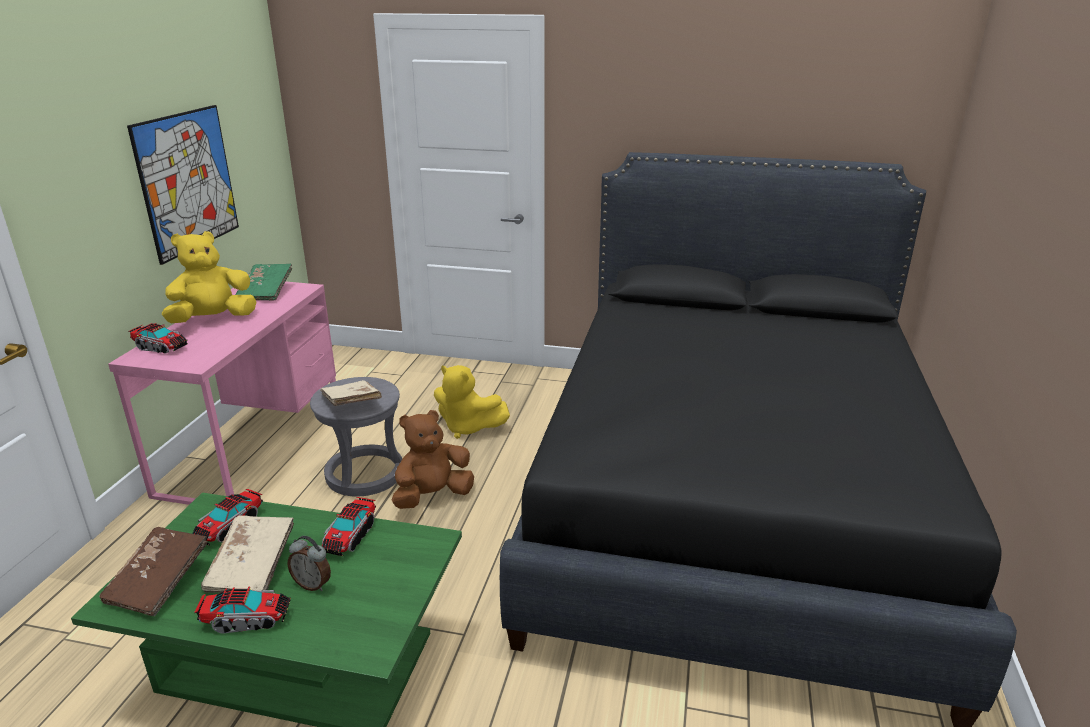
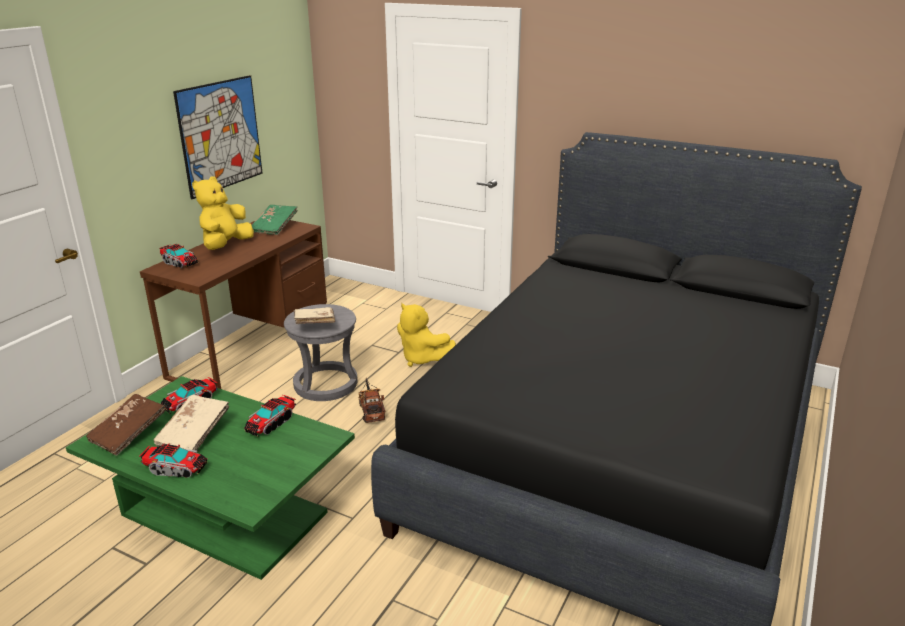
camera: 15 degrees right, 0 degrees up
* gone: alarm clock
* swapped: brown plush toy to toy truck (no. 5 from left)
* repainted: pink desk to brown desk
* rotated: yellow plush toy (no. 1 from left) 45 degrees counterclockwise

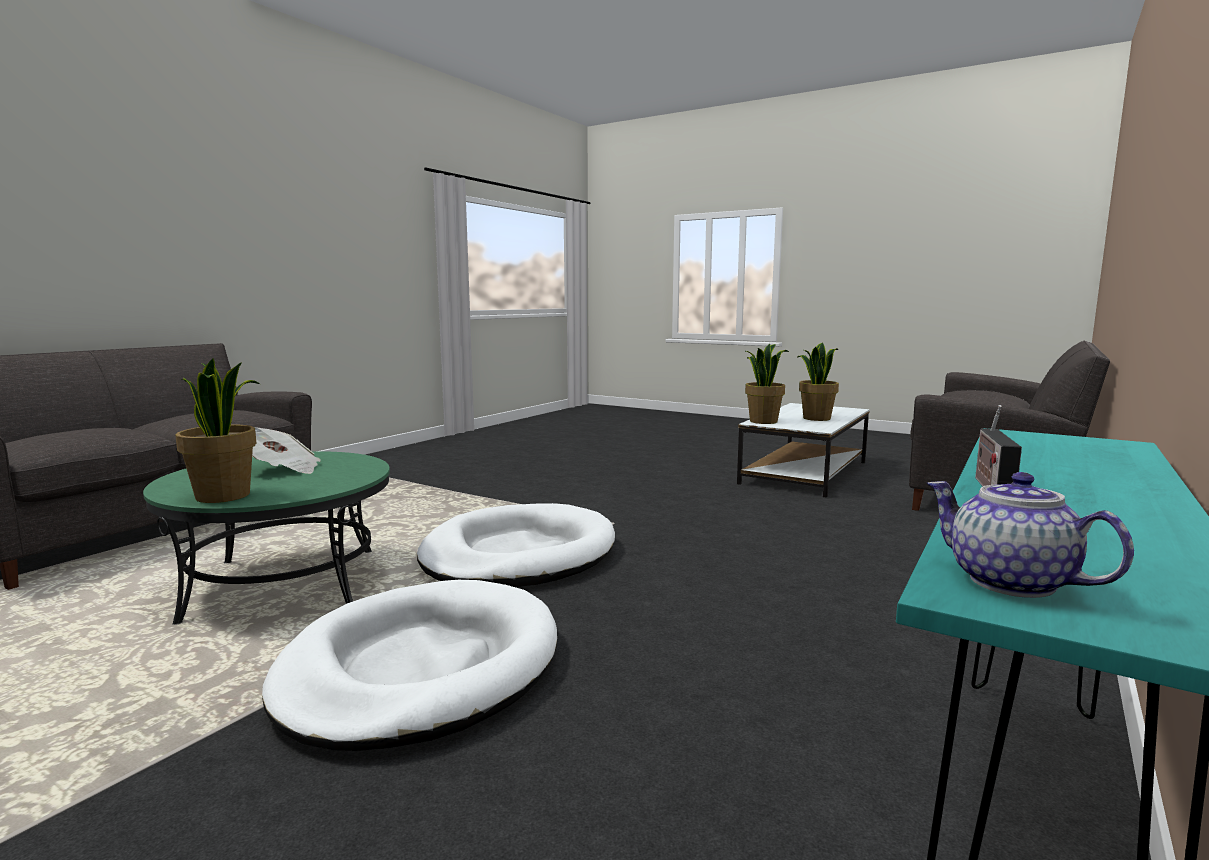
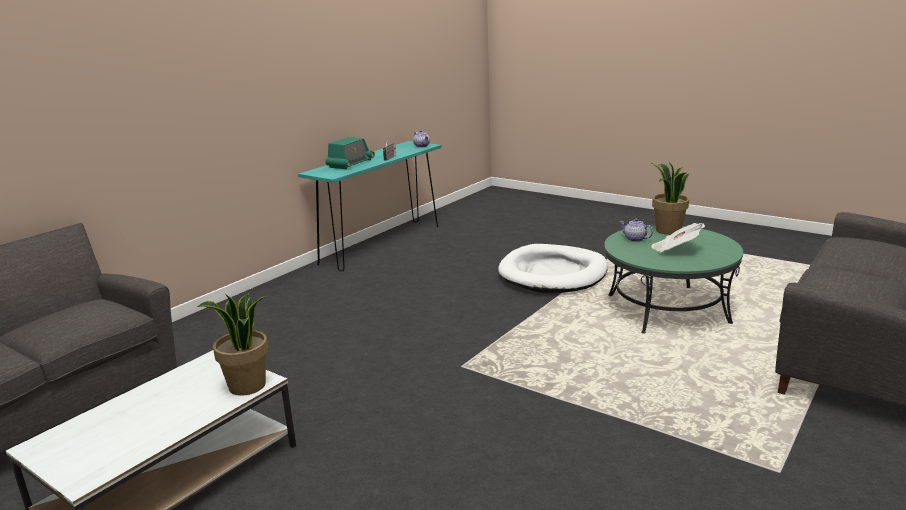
camera: 175 degrees left, 10 degrees up
* gone: white dog bed (no. 2 from left)
* gone: potted plant (no. 3 from left)
* new: radio (no. 1 from left)
* new: teapot (no. 2 from left)

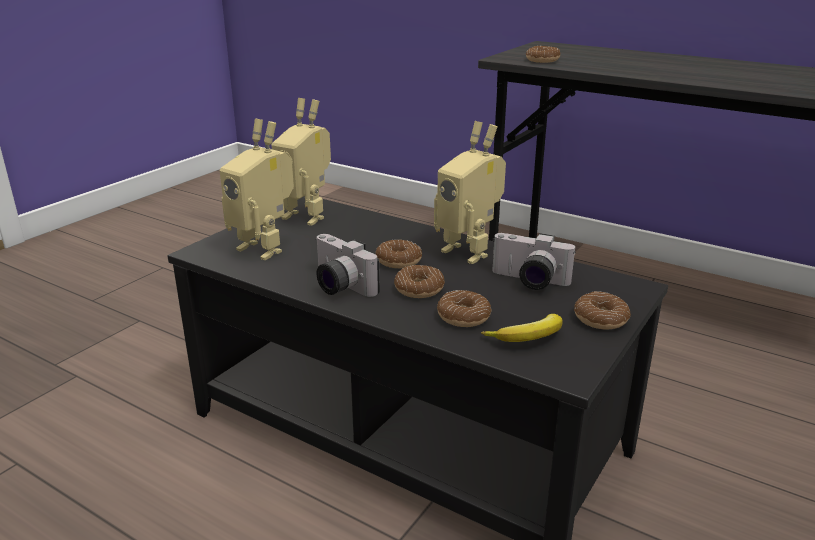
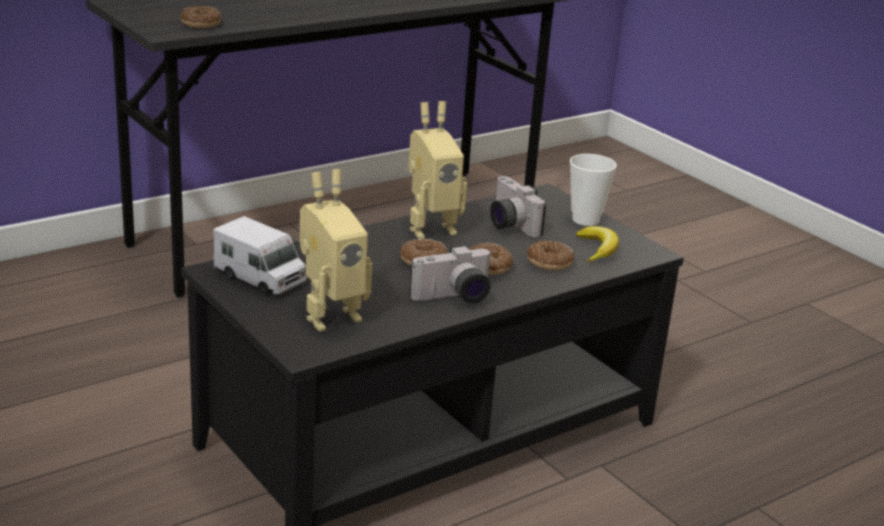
camera: 70 degrees left, 0 degrees up
* swapped: toy robot (no. 2 from left) to toy truck
* swapped: donut (no. 5 from left) to cup
* rotated: photo camera (no. 2 from left) 105 degrees clockwise

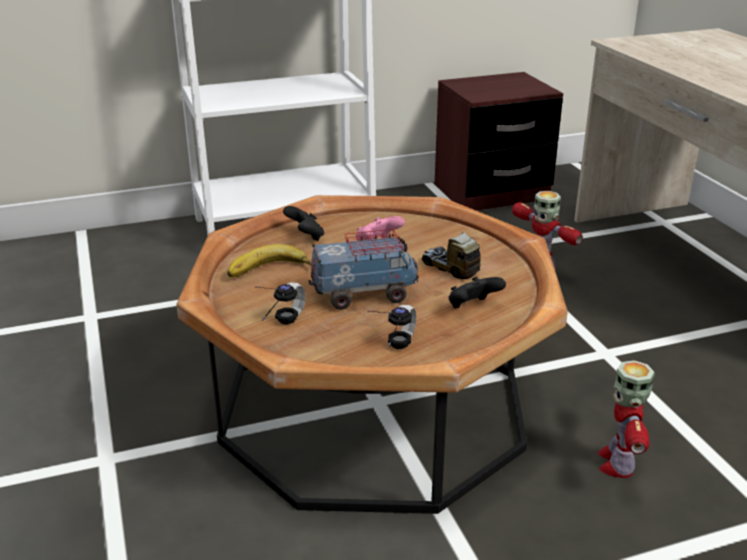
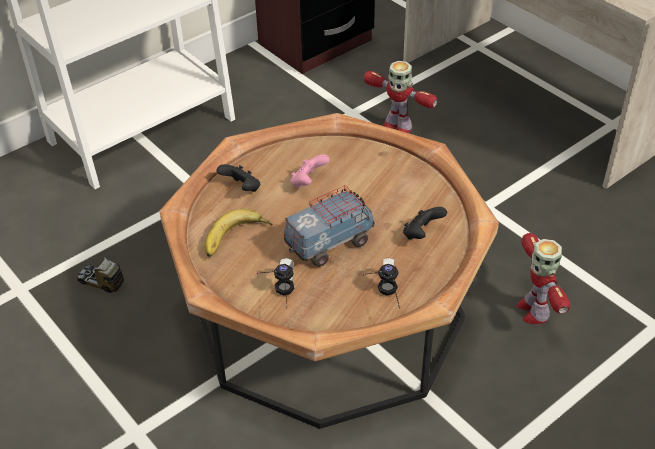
camera: 20 degrees left, 15 degrees up
* shifted: toy truck (no. 2 from left in the first image) to toy truck (no. 1 from left)

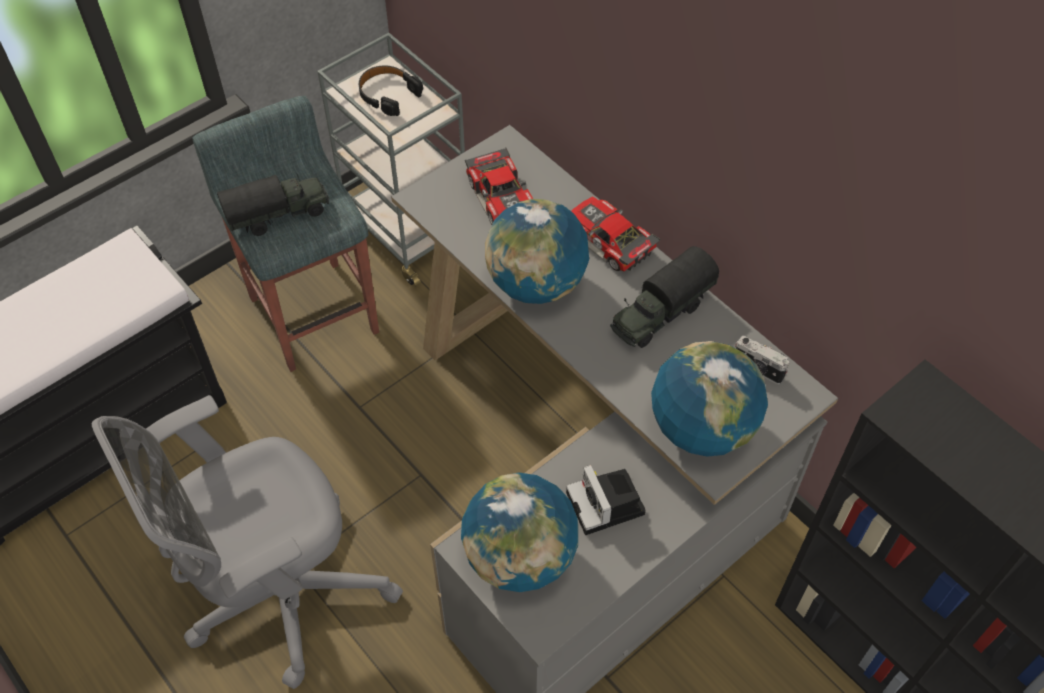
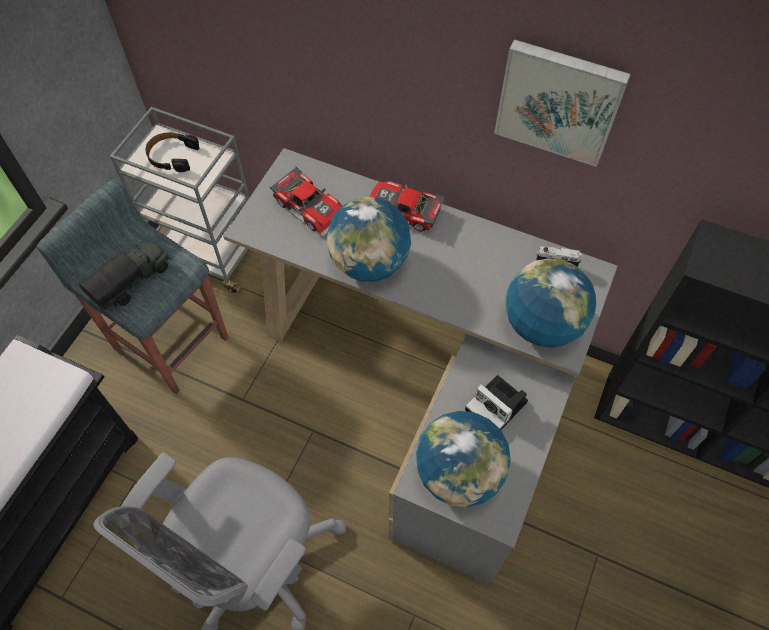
camera: 25 degrees left, 5 degrees up
* gone: toy truck (no. 2 from left)
* new: picture

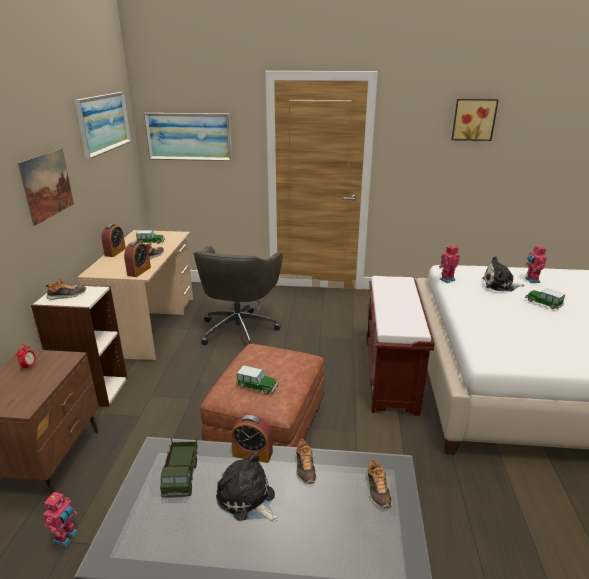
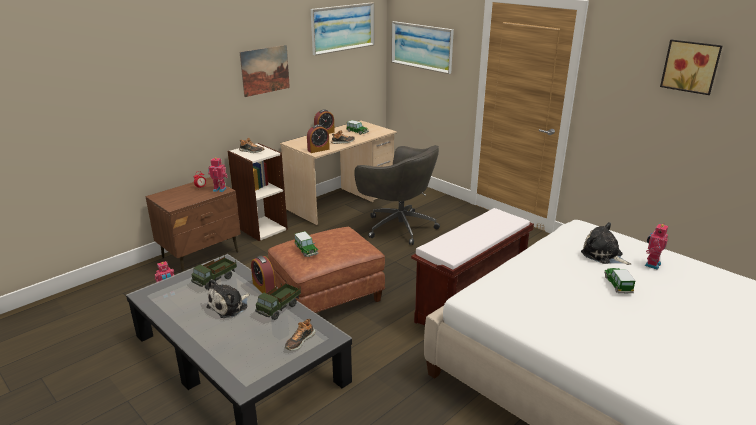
camera: 40 degrees right, 0 degrees up
* shifted: toy robot (no. 2 from left)
* swapped: shoe (no. 3 from left) to toy truck (no. 2 from left)
* rotated: grey office chair 105 degrees counterclockwise
* rotated: plush toy (no. 1 from left) 135 degrees counterclockwise

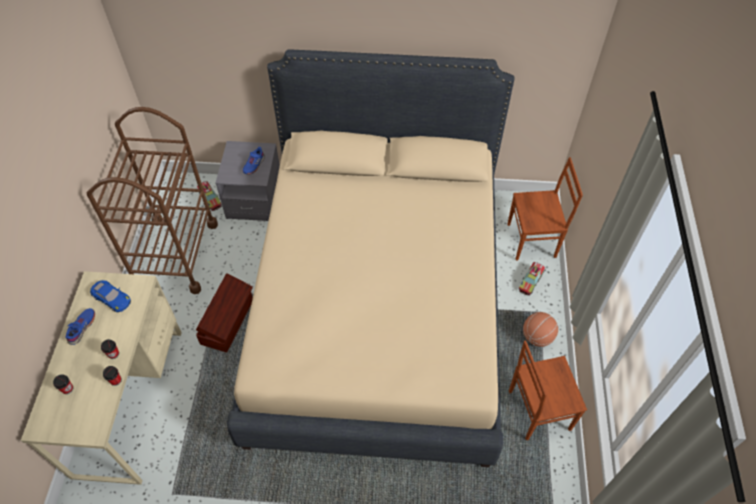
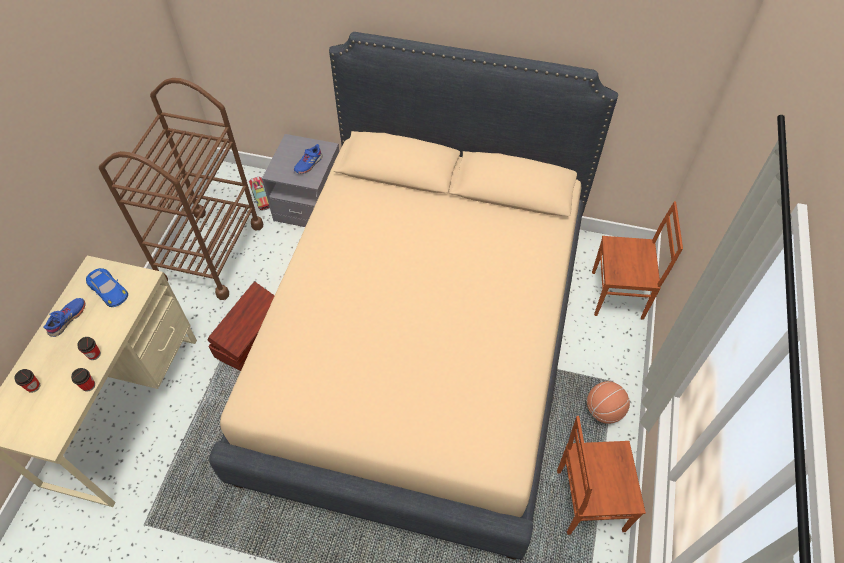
camera: 10 degrees right, 0 degrees up
* gone: toy truck (no. 2 from left)

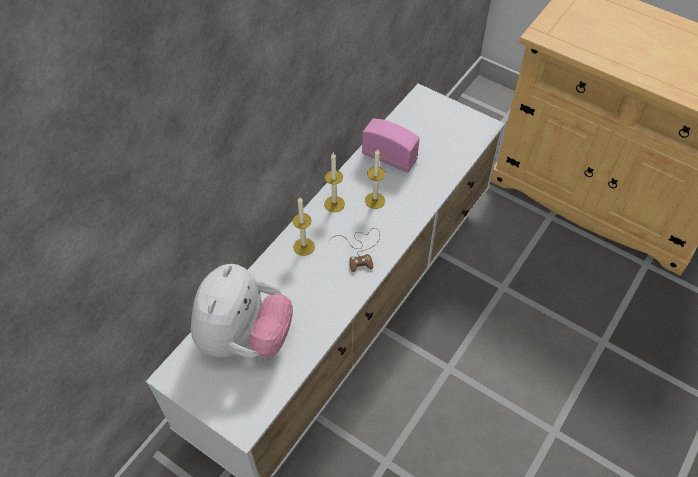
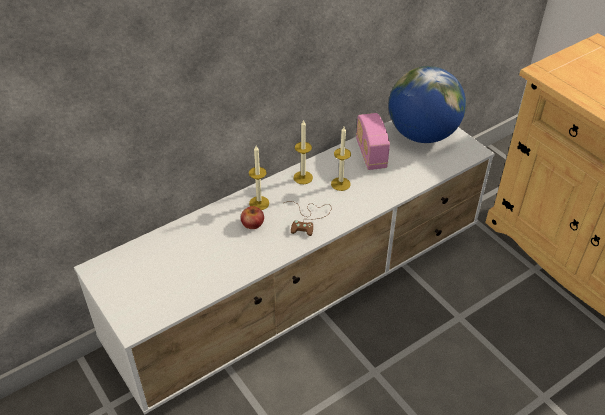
camera: 20 degrees right, 10 degrees down
* gone: plush toy
* new: apple
* new: globe
* rotated: radio 150 degrees counterclockwise

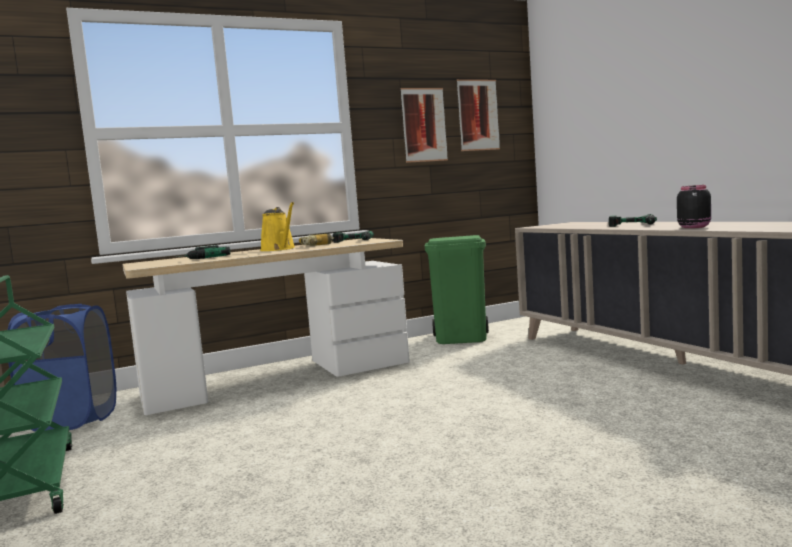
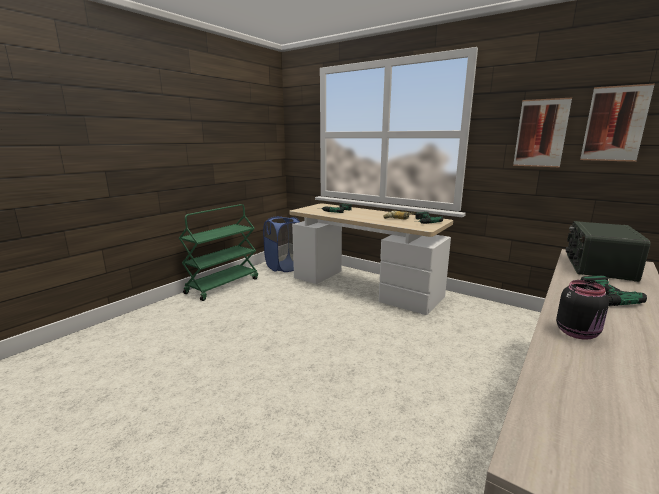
camera: 60 degrees right, 10 degrees up
* gone: yellow watering can
* gone: green trash can
* new: radio

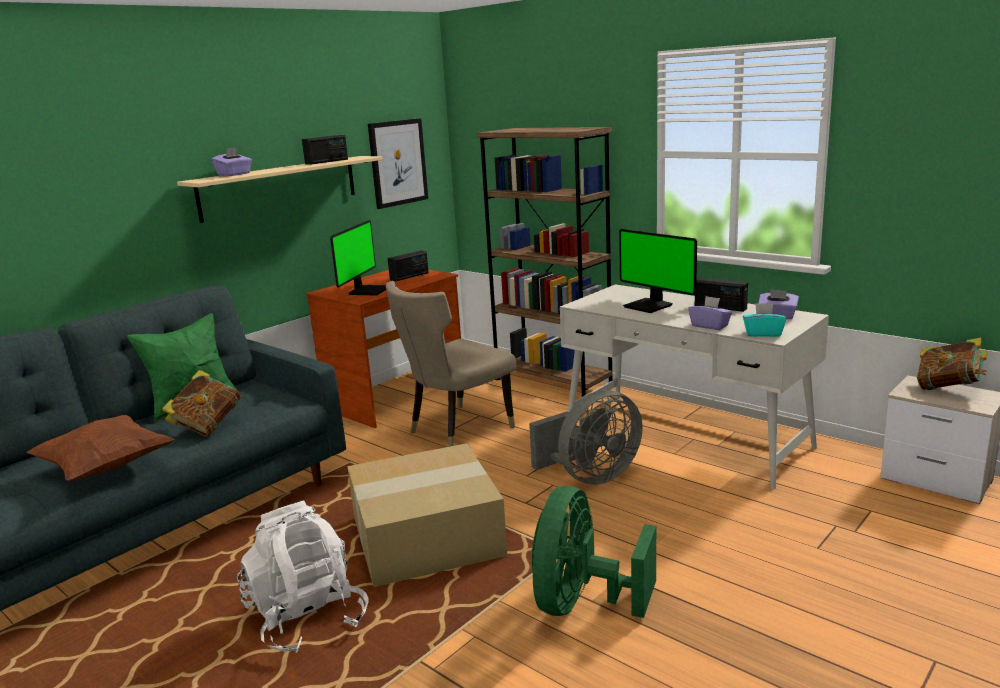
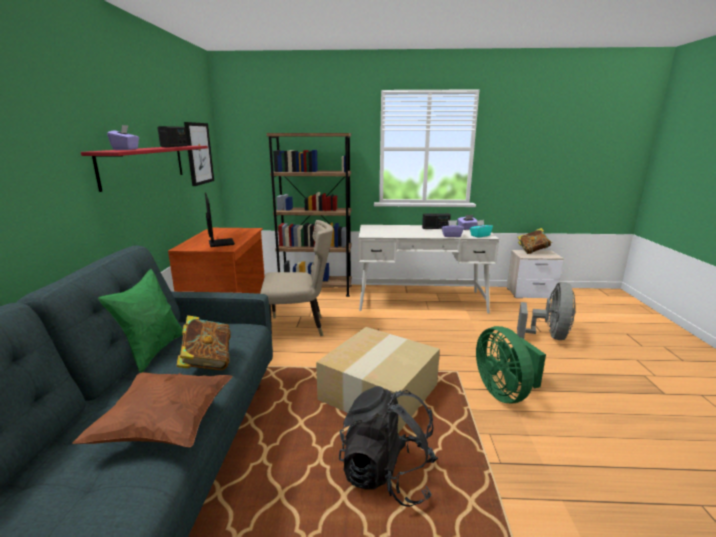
camera: 40 degrees left, 0 degrees up
* gone: radio (no. 2 from left)
* gone: monitor (no. 2 from left)
* shifted: grey fan
* repainted: beige shelf to red shelf
* repainted: white backpack to black backpack
* rotated: beige chair 105 degrees counterclockwise

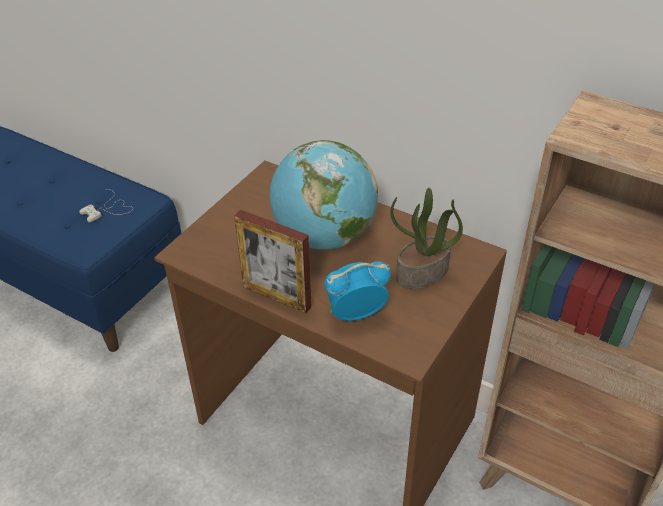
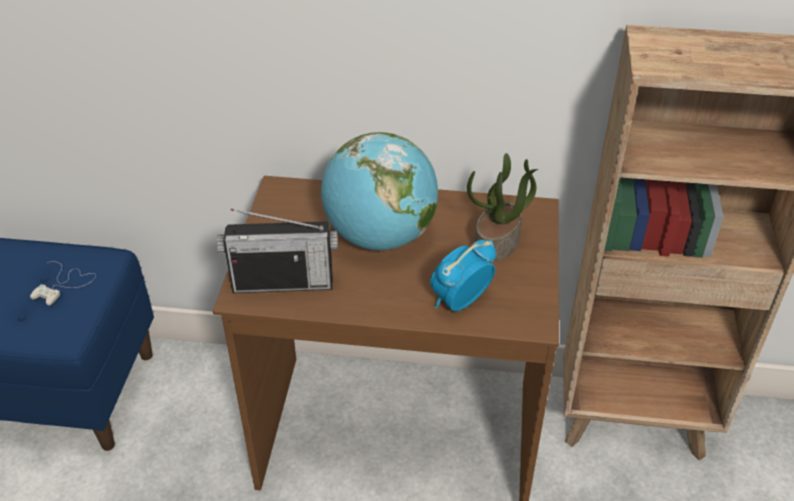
camera: 25 degrees left, 0 degrees up
* gone: picture frame
* new: radio

